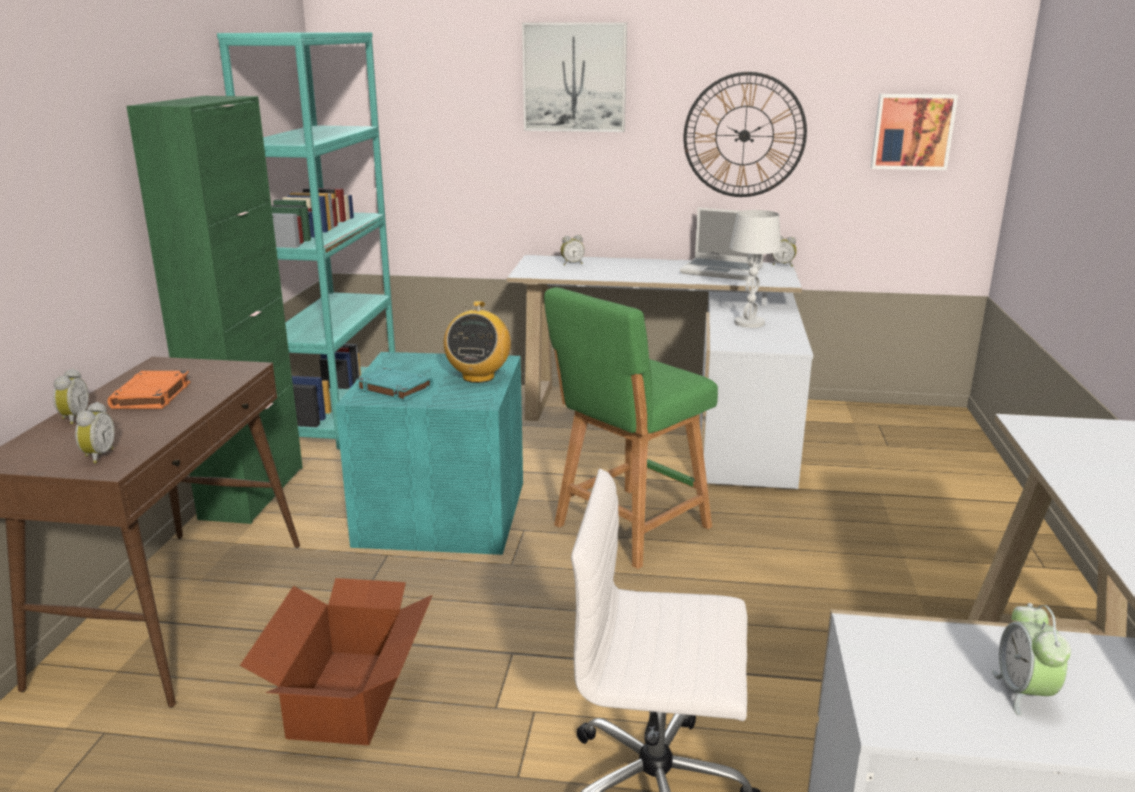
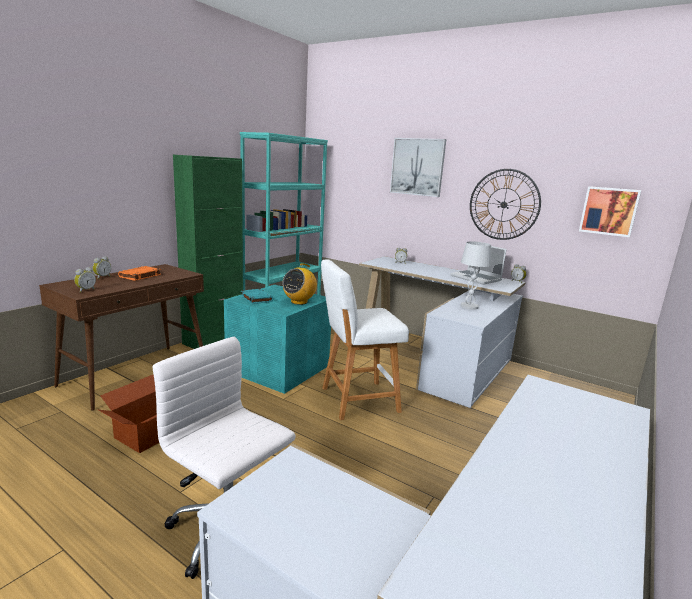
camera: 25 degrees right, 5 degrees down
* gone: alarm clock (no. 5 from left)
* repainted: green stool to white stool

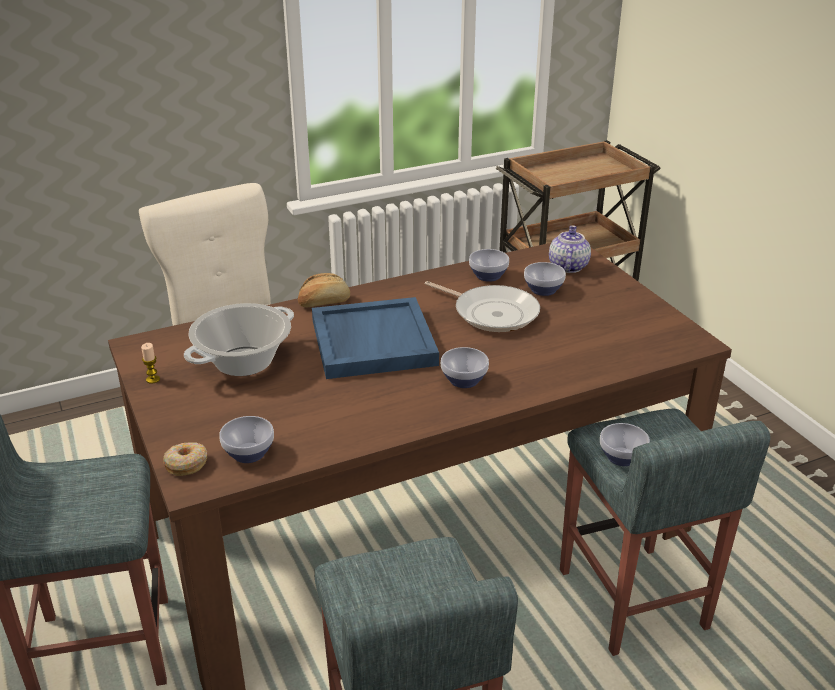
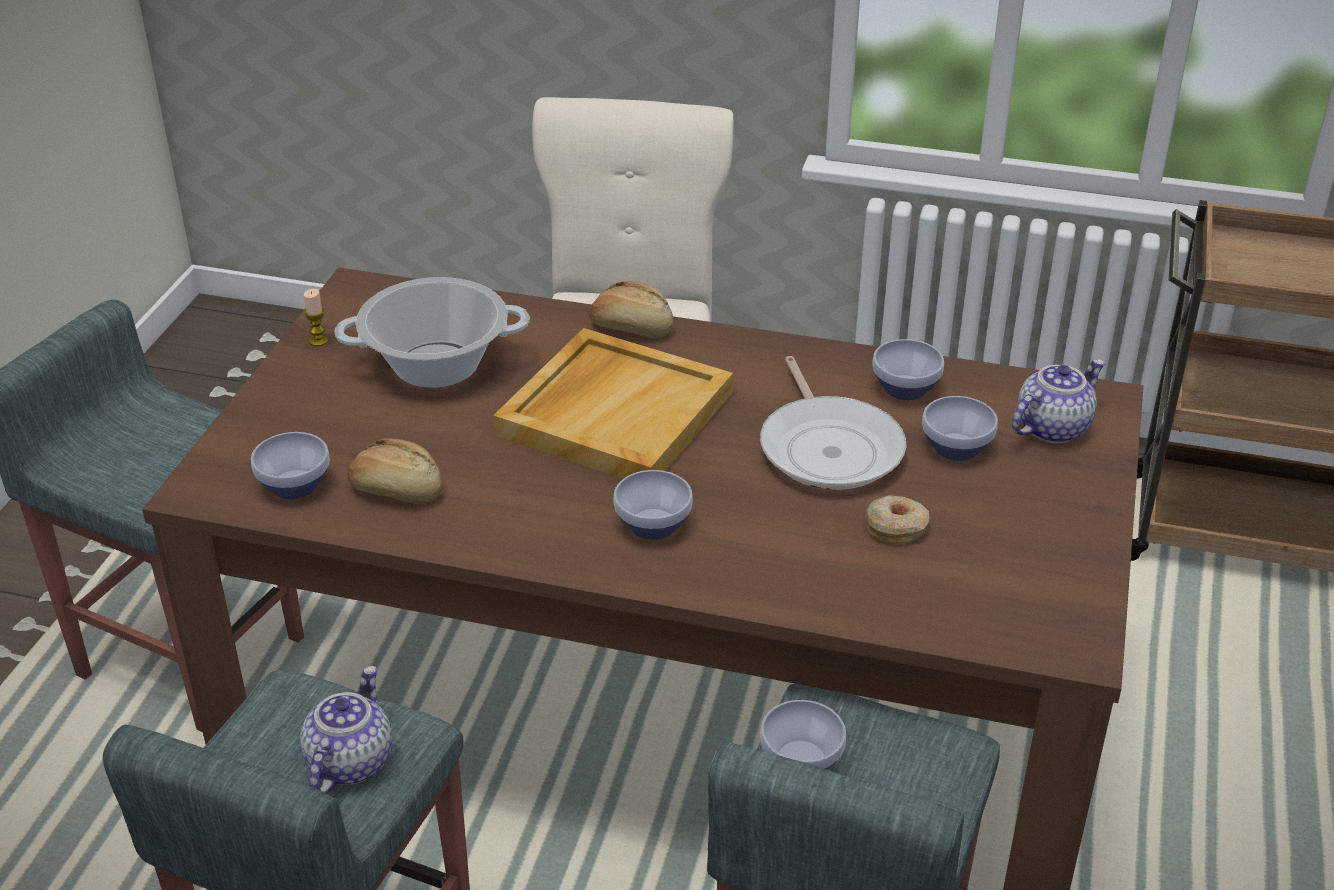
camera: 40 degrees right, 5 degrees up
* new: teapot (no. 1 from left)
* new: bread (no. 1 from left)
* shifted: donut
* repainted: blue tray to beige tray

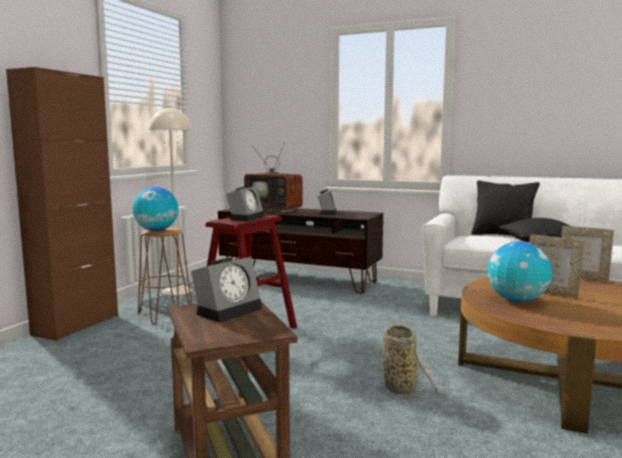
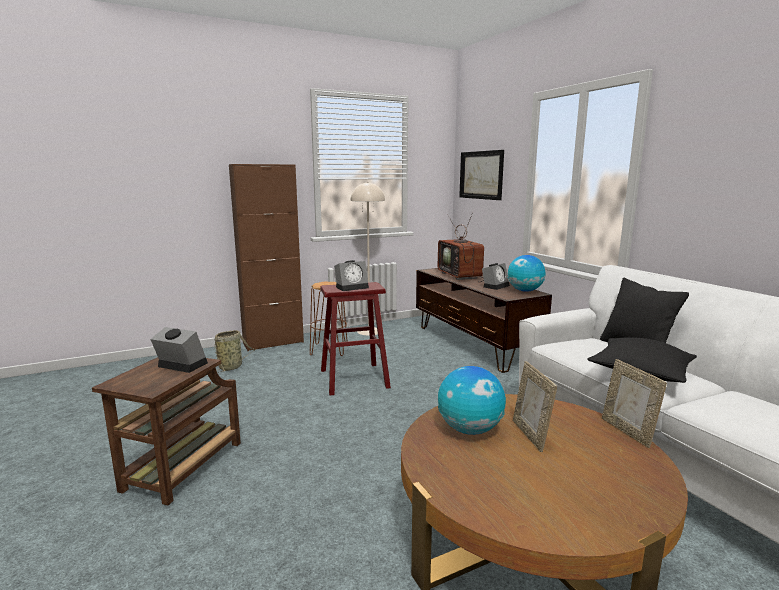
camera: 40 degrees right, 5 degrees up
* new: picture
* shifted: globe (no. 1 from left in the first image) to globe (no. 2 from left)
* shifted: basket
* rotated: alarm clock (no. 1 from left) 150 degrees counterclockwise

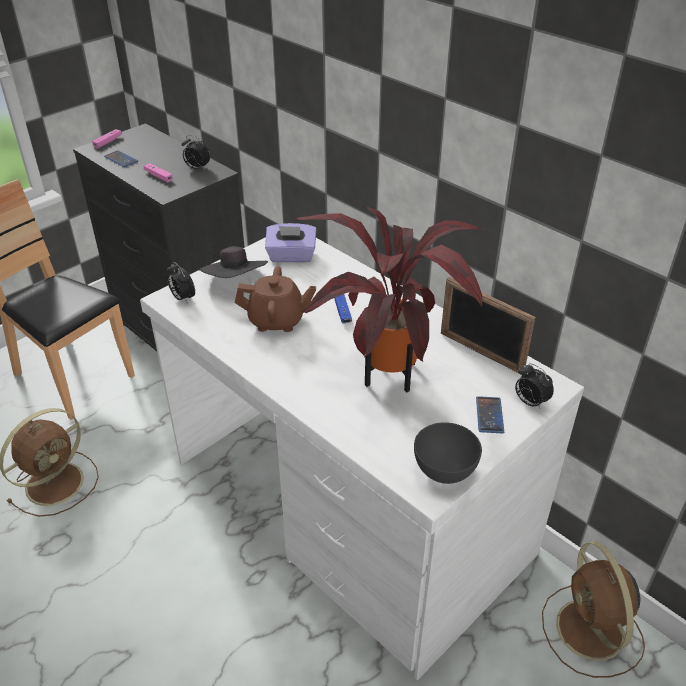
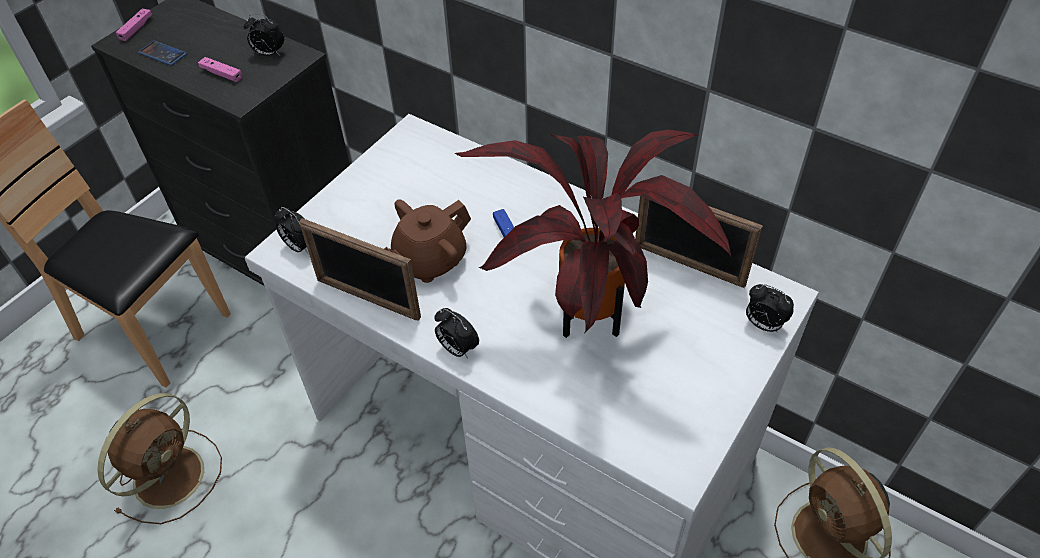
camera: 10 degrees left, 10 degrees up
* gone: black hat
* gone: purple tissue box
* gone: grey bowl
* gone: phone (no. 2 from left)
* new: picture frame (no. 1 from left)
* new: alarm clock (no. 3 from left)
* rotated: brown teapot 150 degrees clockwise

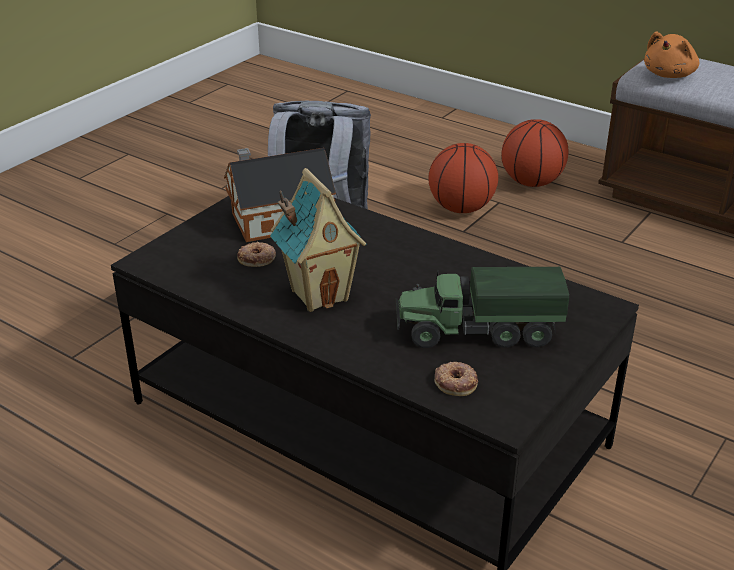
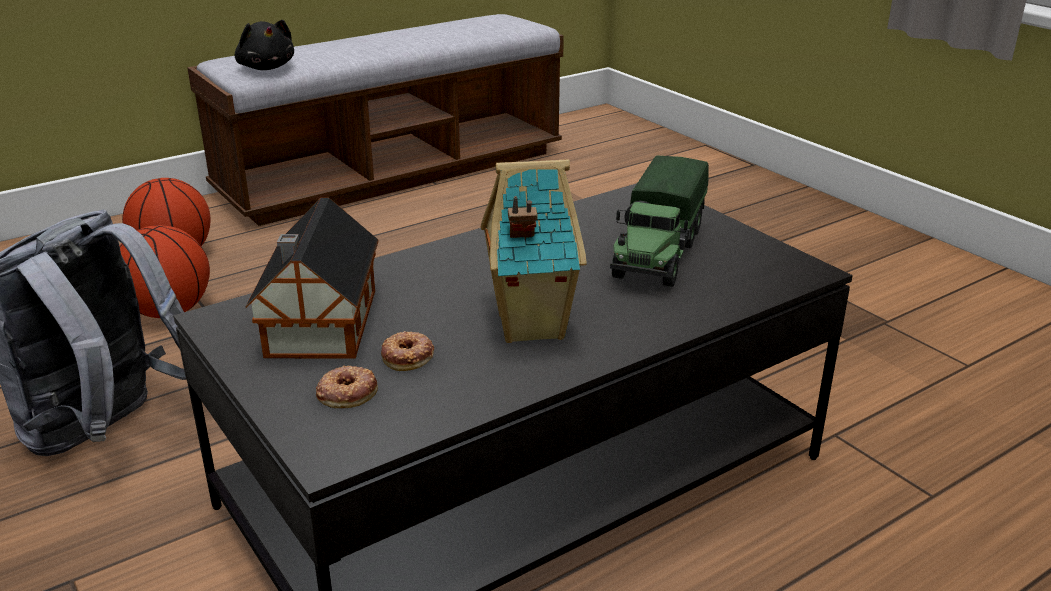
camera: 70 degrees left, 5 degrees down
* shifted: donut (no. 2 from left in the first image) to donut (no. 1 from left)
* repainted: orange plush toy to black plush toy

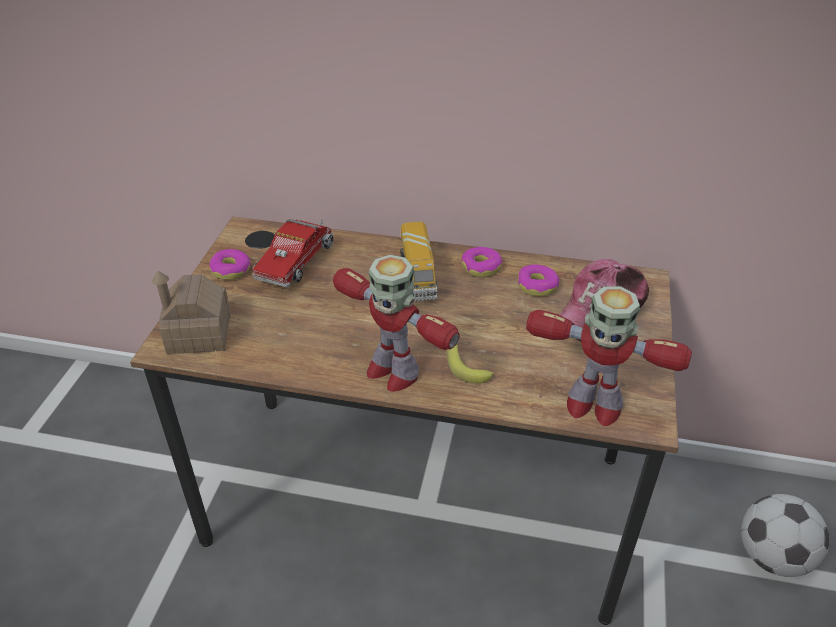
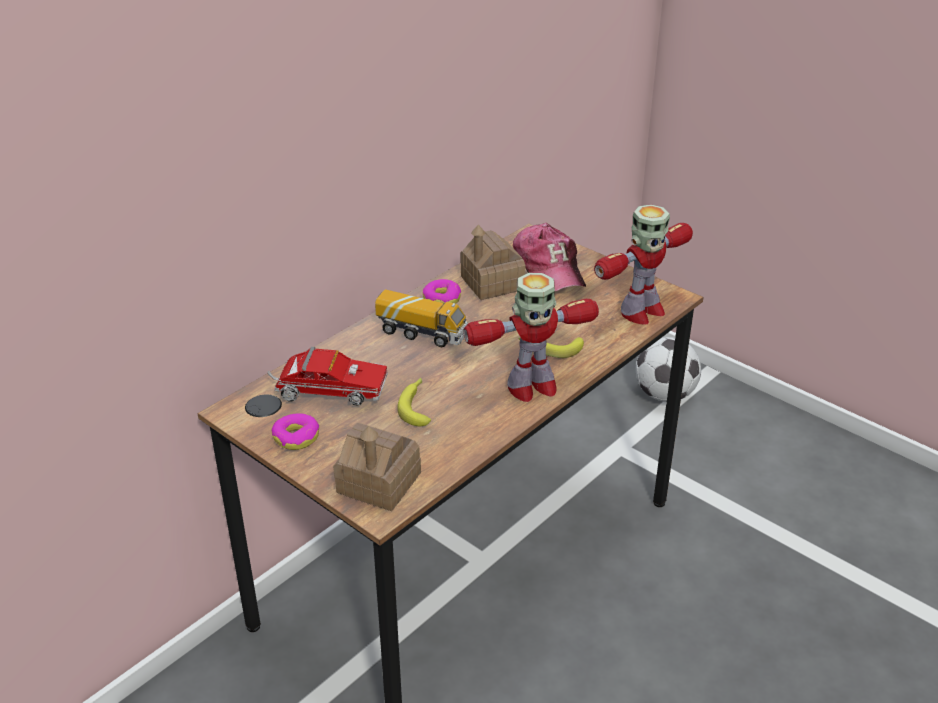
camera: 60 degrees left, 5 degrees down
* new: banana (no. 1 from left)
* swapped: donut (no. 3 from left) to toy house (no. 2 from left)
* rotated: toy truck (no. 1 from left) 45 degrees counterclockwise

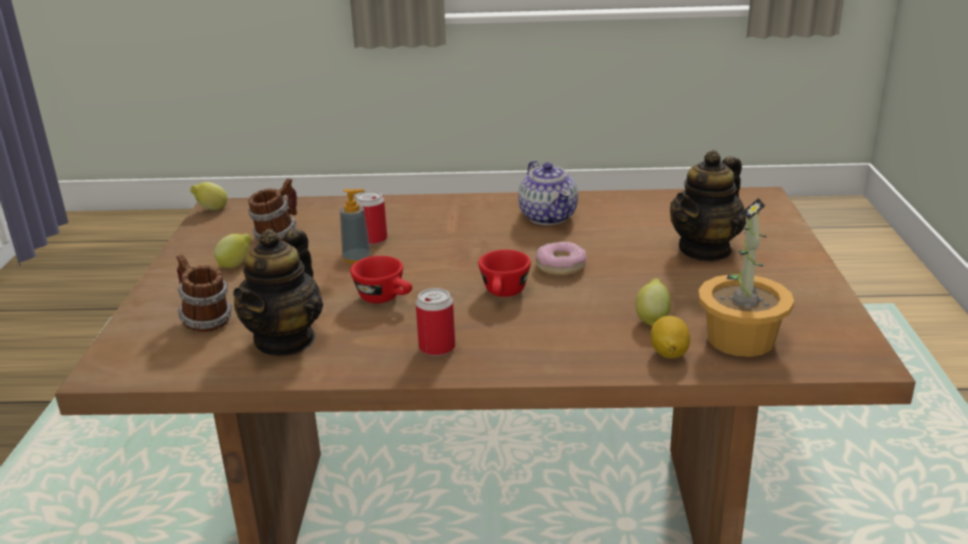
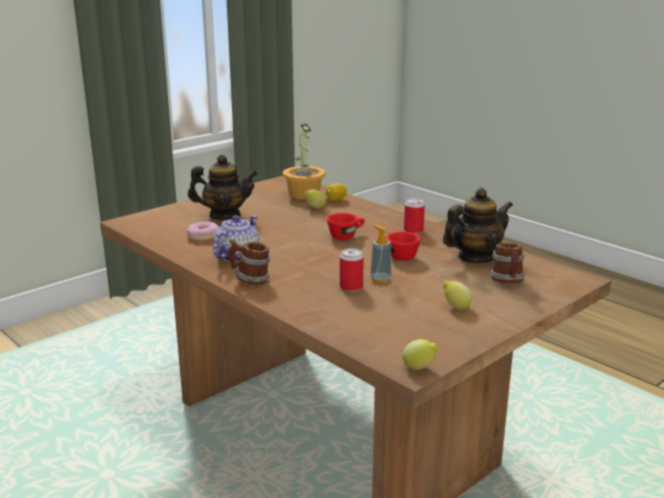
camera: 135 degrees left, 5 degrees down
* shifted: mug (no. 2 from left in the first image) to mug (no. 1 from left)
* shifted: donut

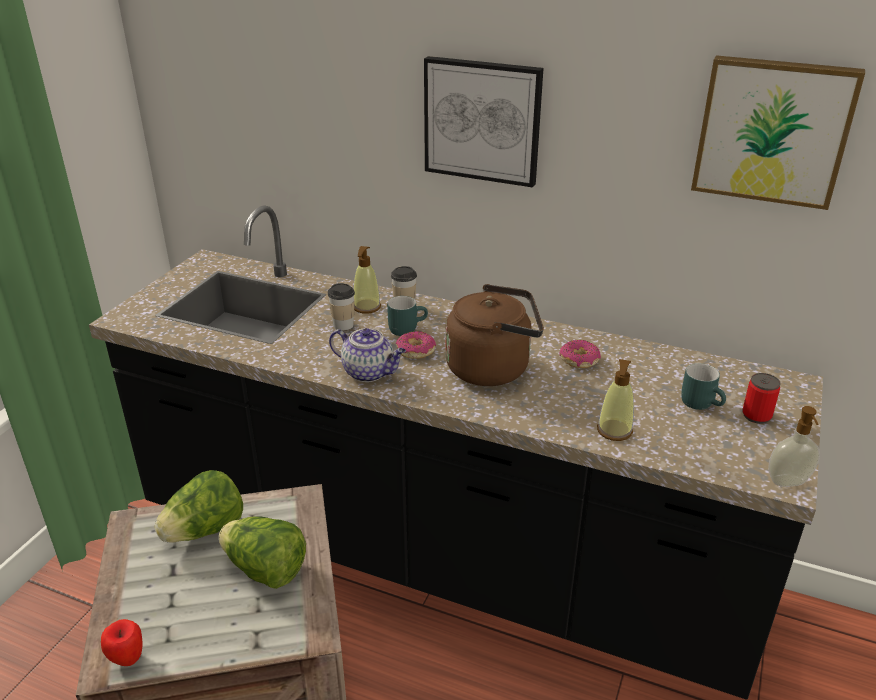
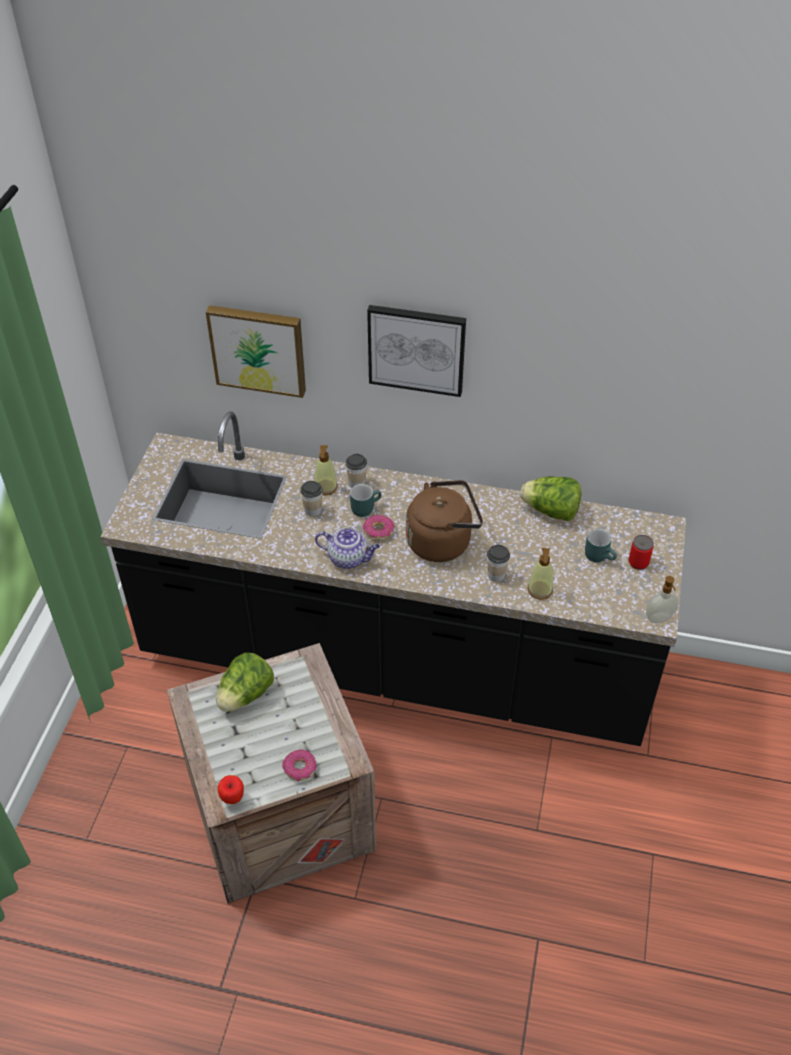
camera: 10 degrees left, 15 degrees up
* new: cup (no. 3 from left)
* shifted: lettuce (no. 2 from left)
* shifted: donut (no. 2 from left in the first image) to donut (no. 1 from left)
* shifted: picture (no. 2 from left in the first image) to picture (no. 1 from left)

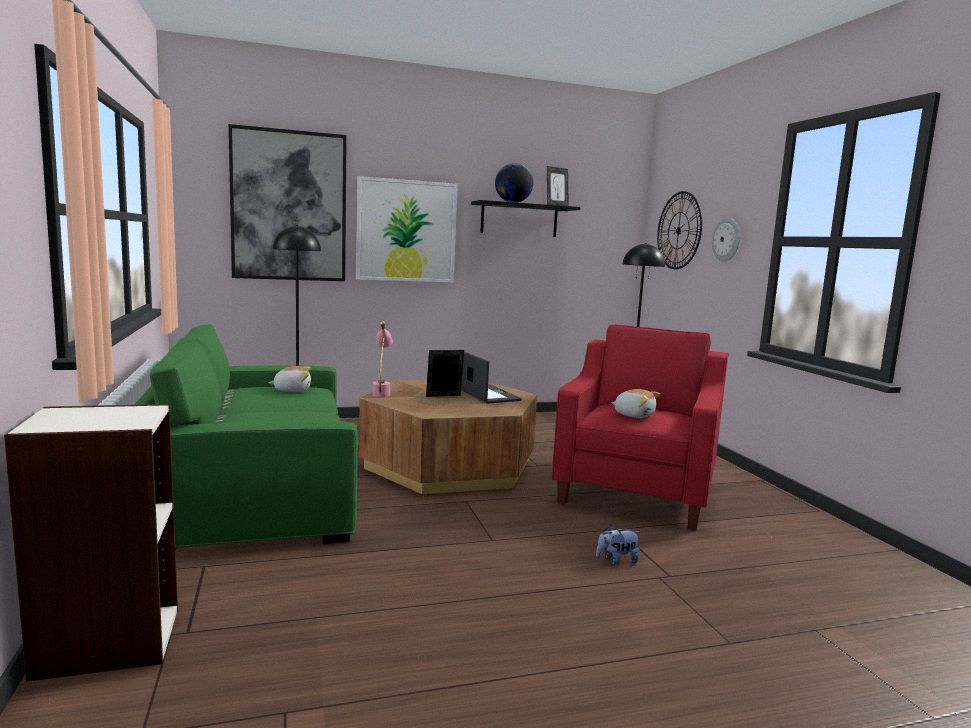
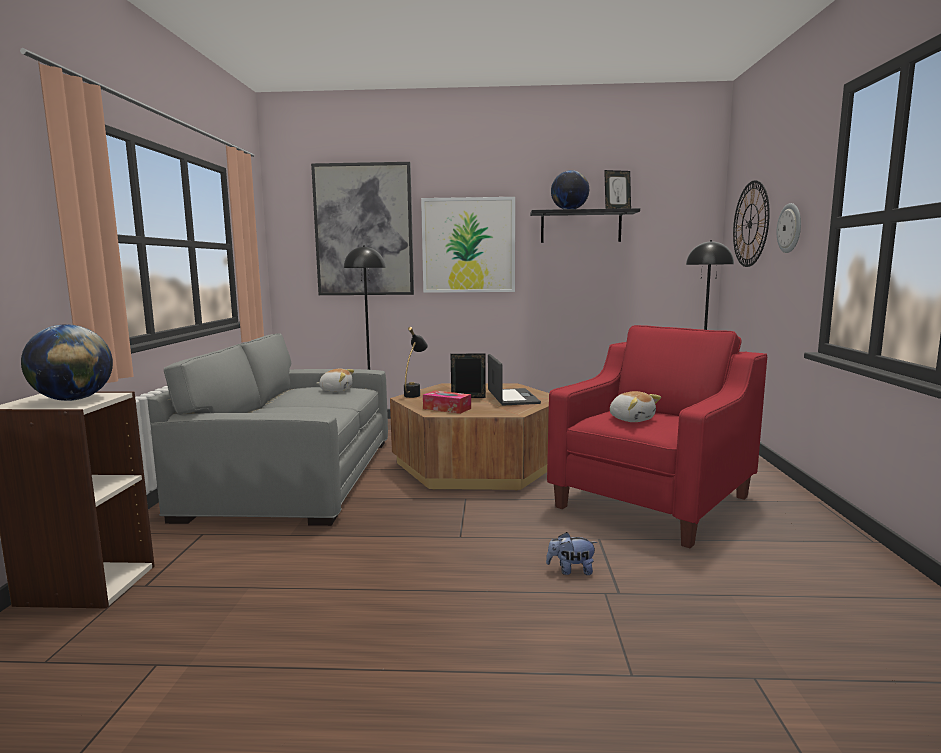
camera: 20 degrees right, 0 degrees up
* new: globe (no. 1 from left)
* new: tissue box
* repainted: green sofa to grey sofa
* repainted: pink table lamp to black table lamp

